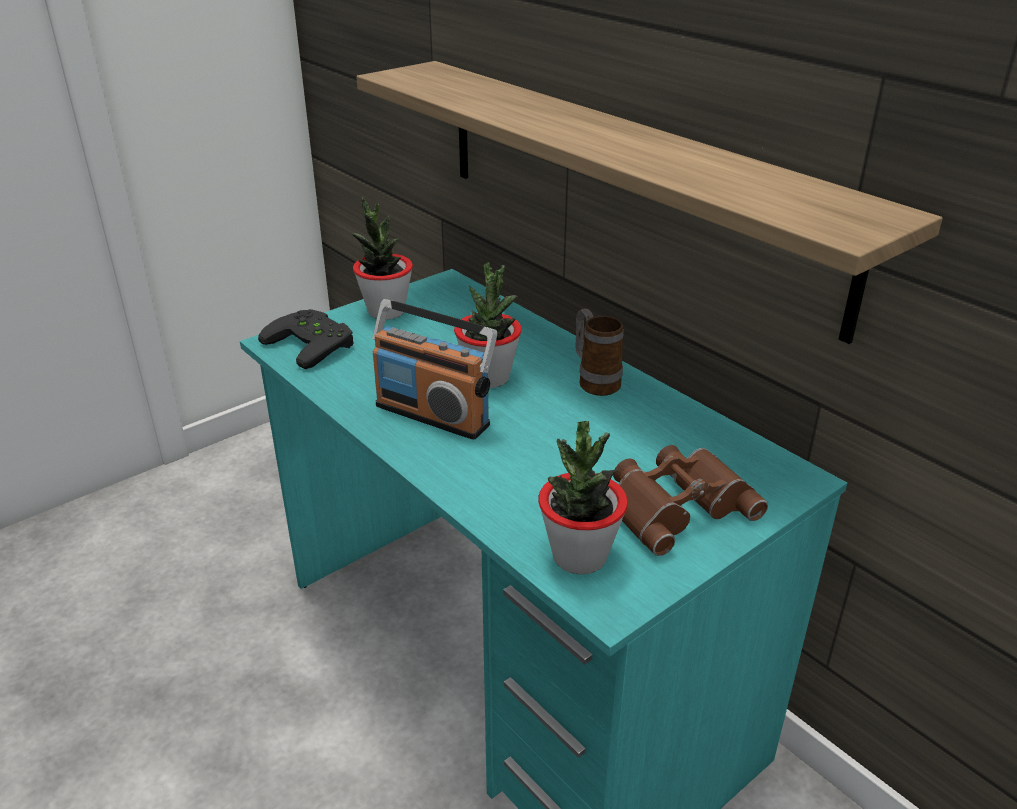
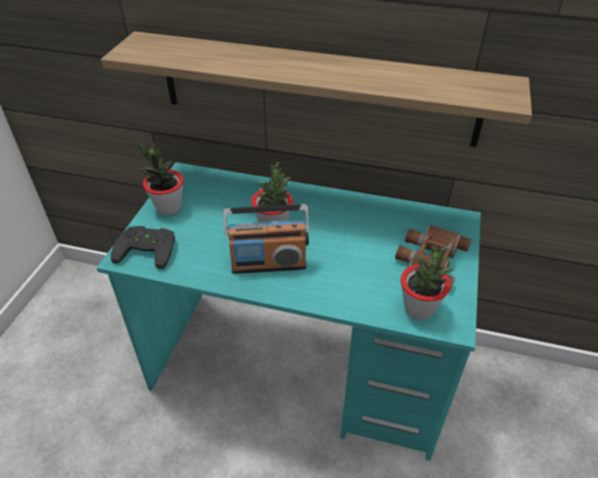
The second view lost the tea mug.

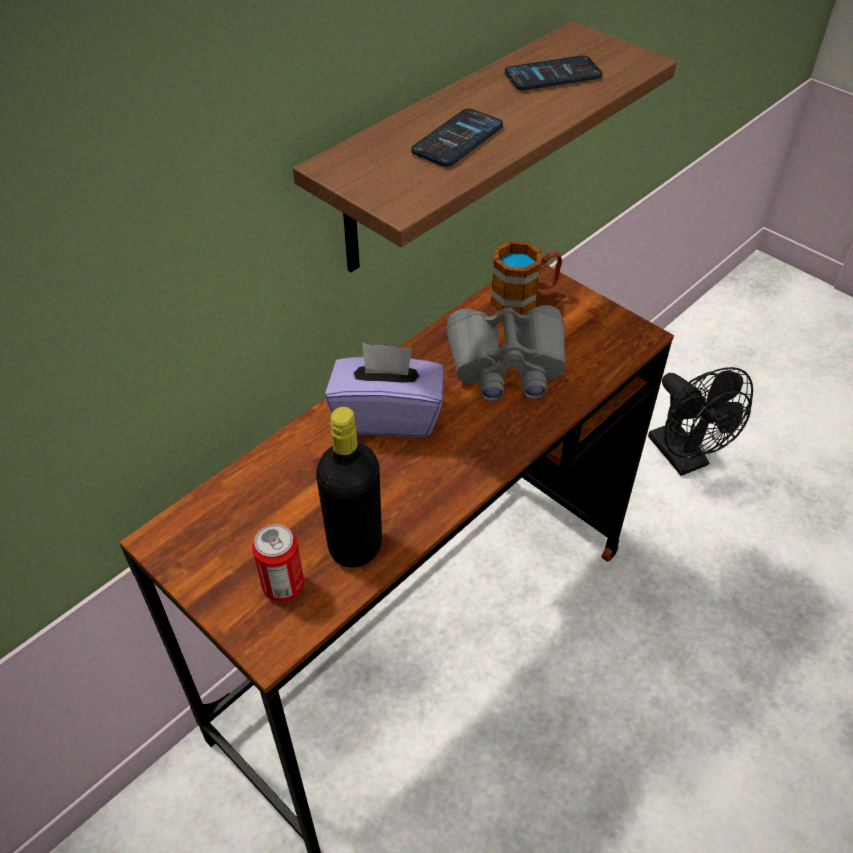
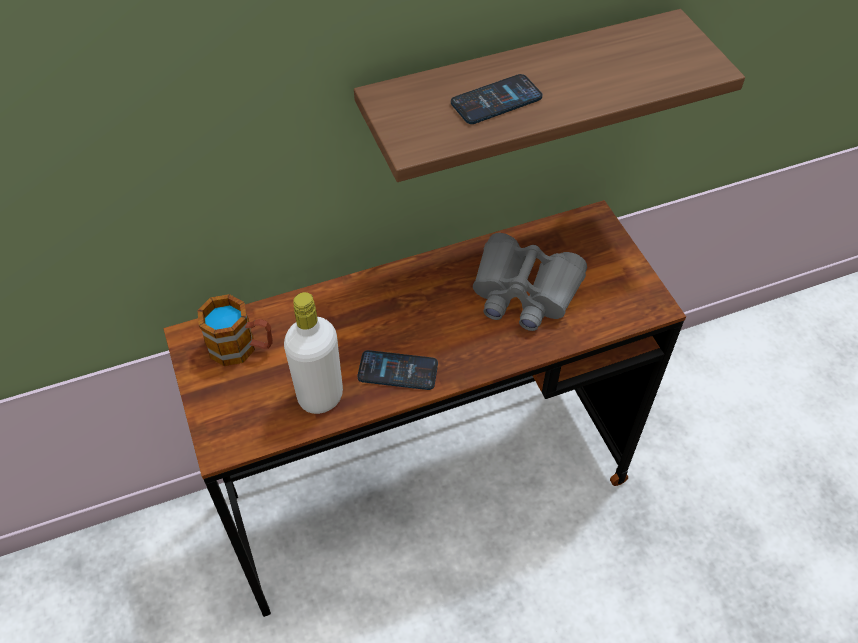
The second view lost the sealed can. What was the blackish bottle turned into the whitish bottle. The second view lost the purplish tissue box. The tea mug ended up elsewhere. The phone (2nd from left in the first image) ended up elsewhere. The second view lost the blackish cooling fan.

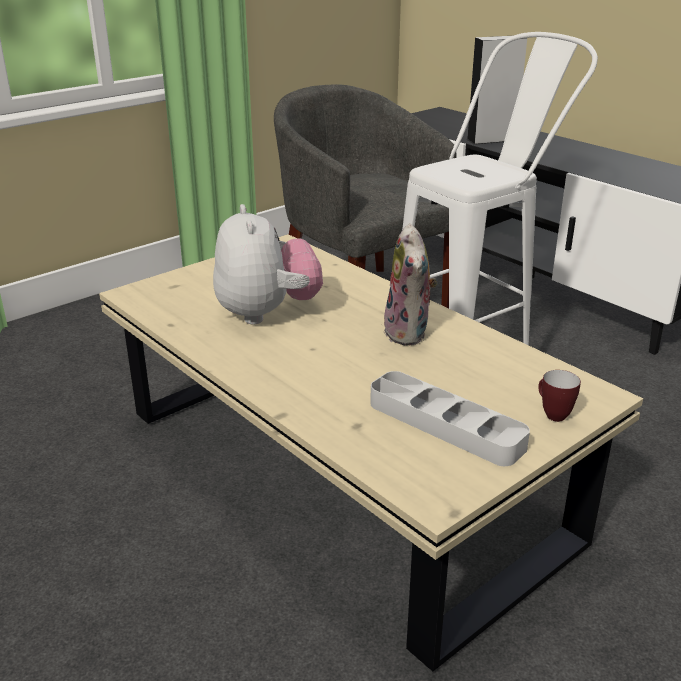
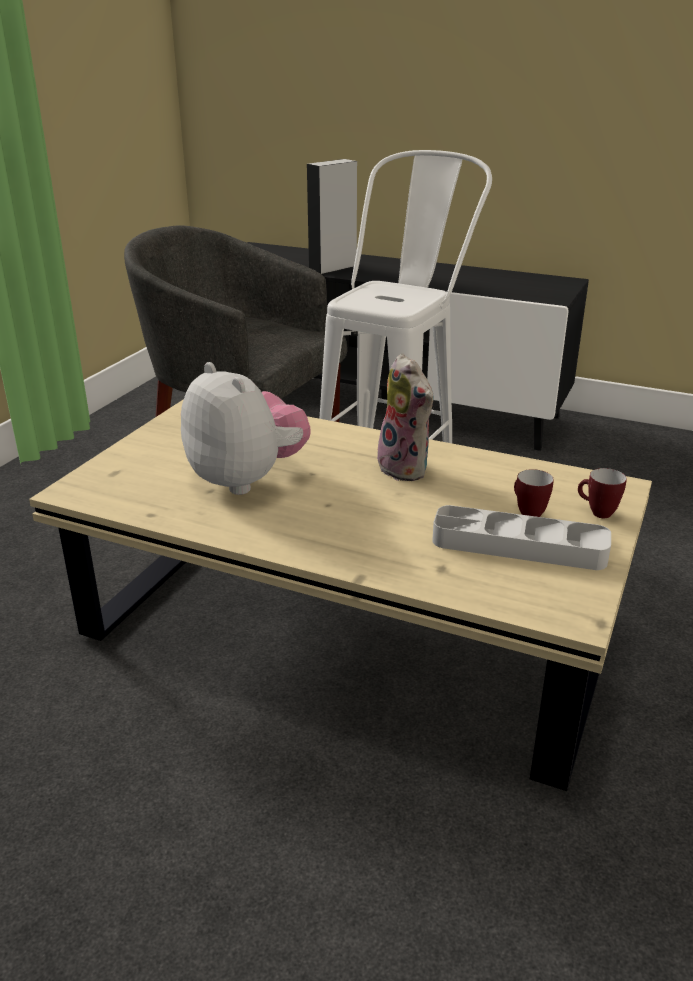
The second view gained the tea mug (1st from left).

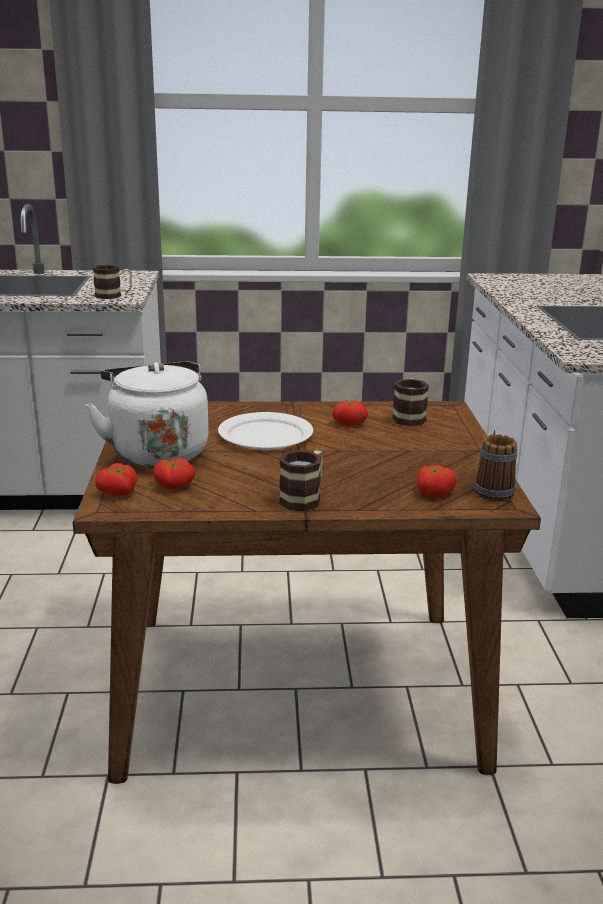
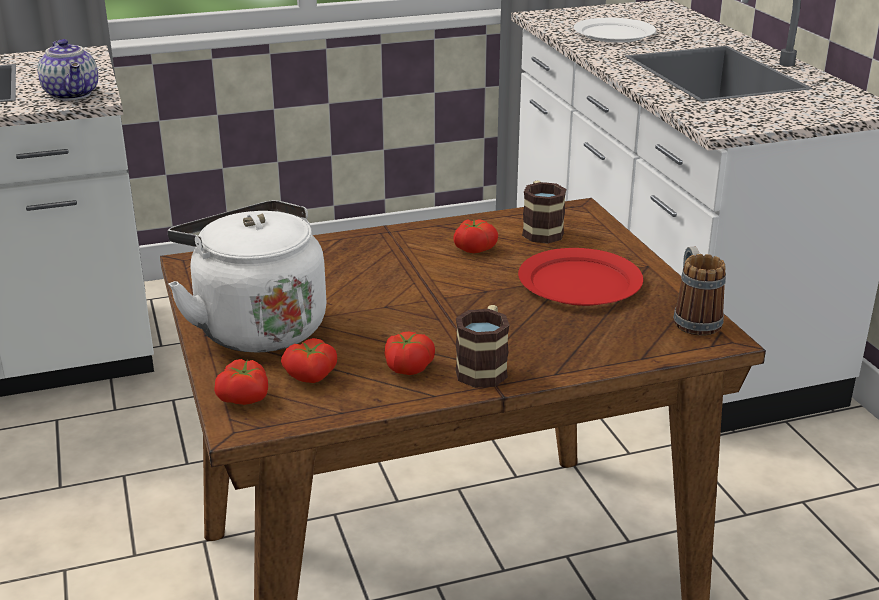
Where the tea mug (1st from left) stood, the pot for tea came to stand. The whitish plate ended up elsewhere. The tomato (4th from left in the first image) ended up elsewhere. The second view gained the red plate.

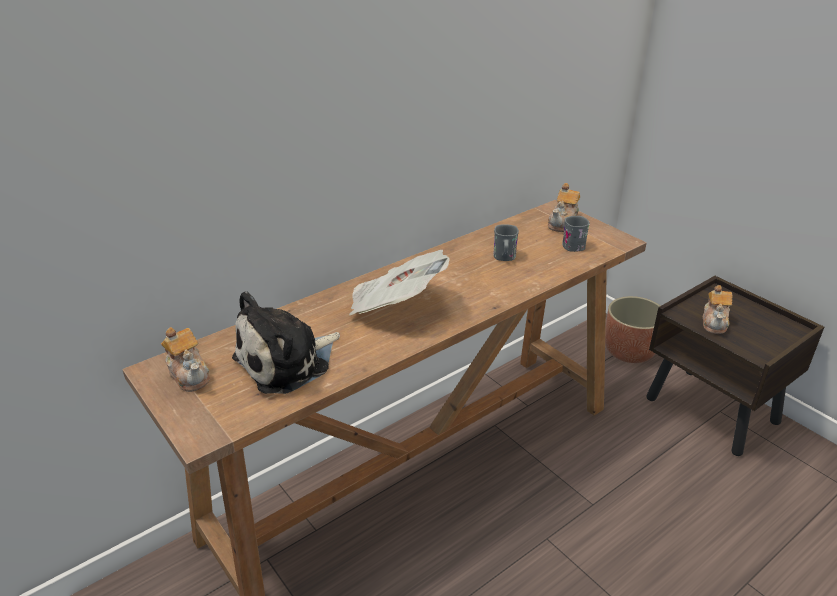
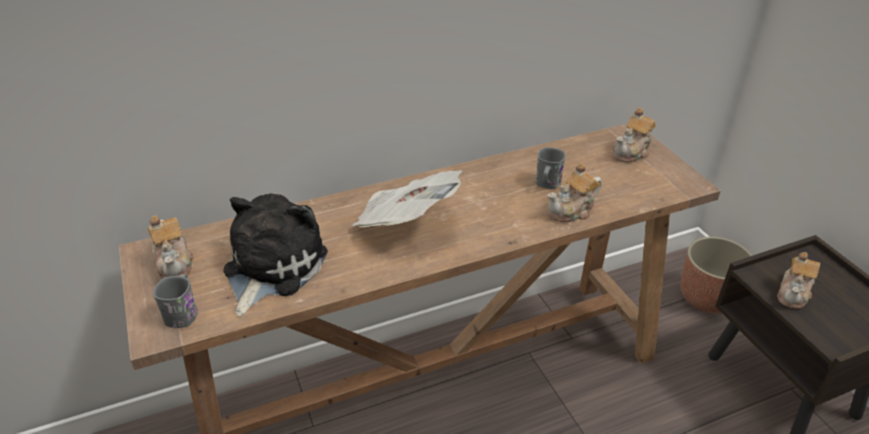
The plush toy ended up facing another way, 135 degrees clockwise from before. The grey tea mug (2nd from left in the first image) ended up elsewhere. The second view gained the pot for tea (2nd from left).

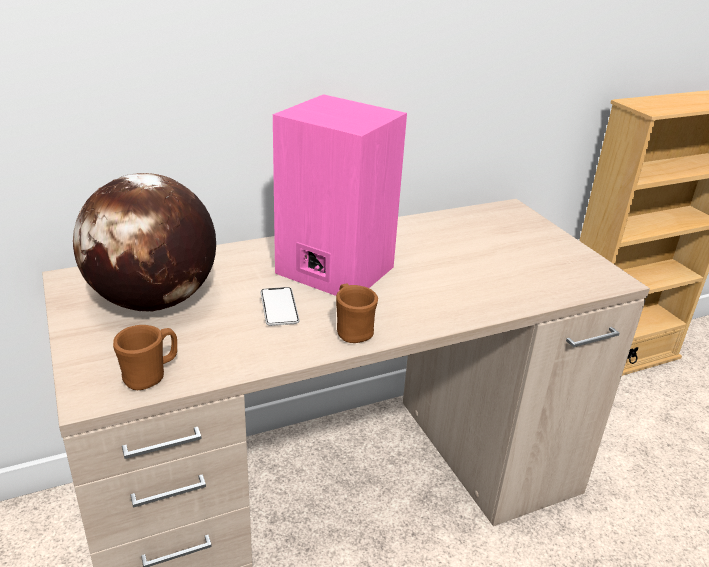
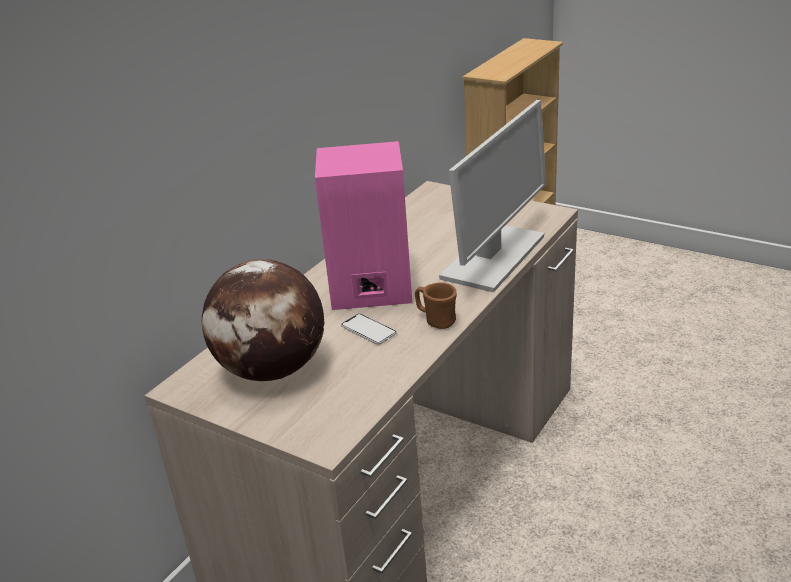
The second view lost the brownish tea mug (1st from left). The second view gained the monitor.

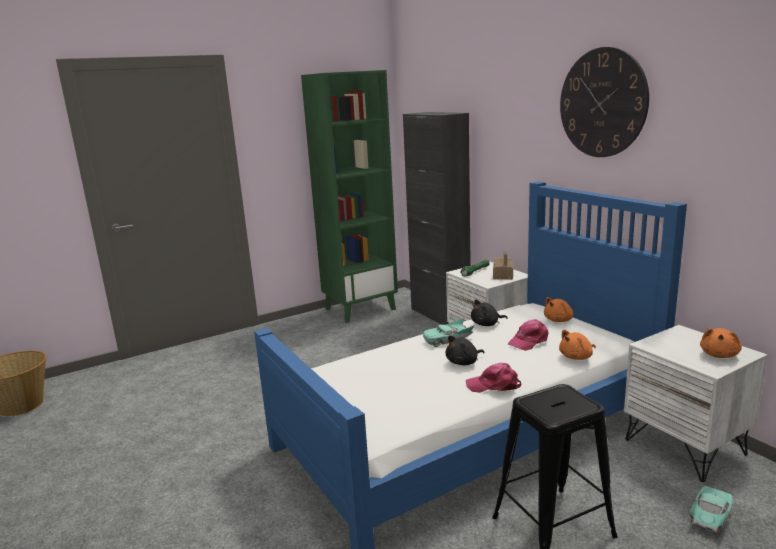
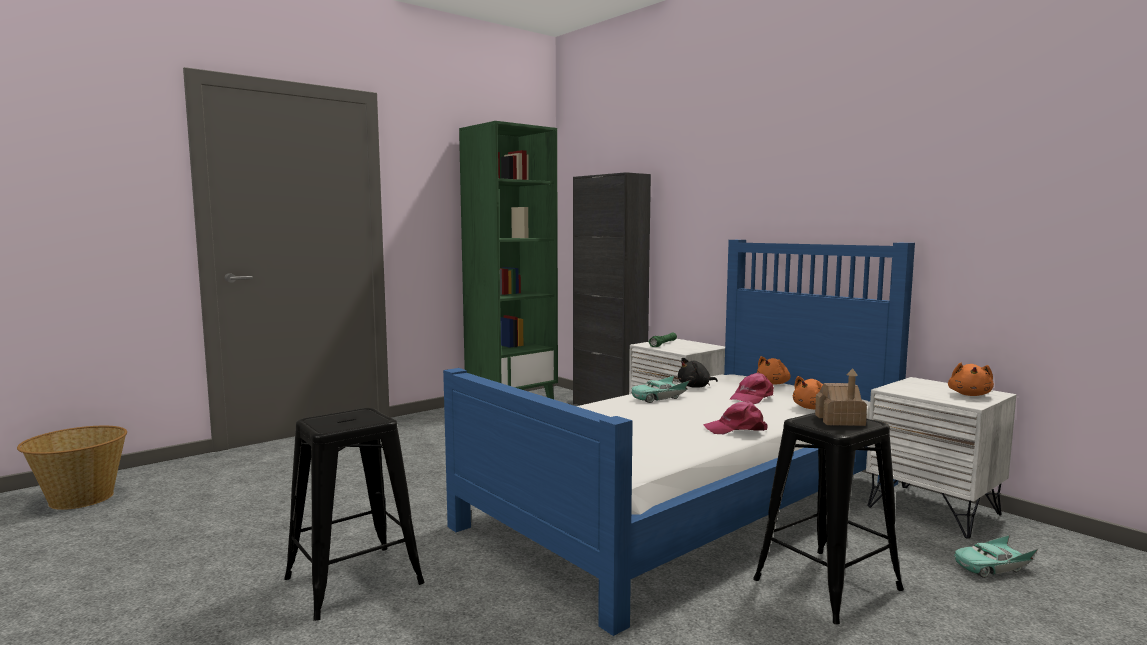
The second view lost the blackish plush toy (1st from left). The toy house ended up elsewhere. The second view lost the clock on the wall. The turquoise-coloured miniature car (2nd from left) ended up facing another way, 135 degrees counterclockwise from before. The second view gained the blackish stool seat (1st from left).

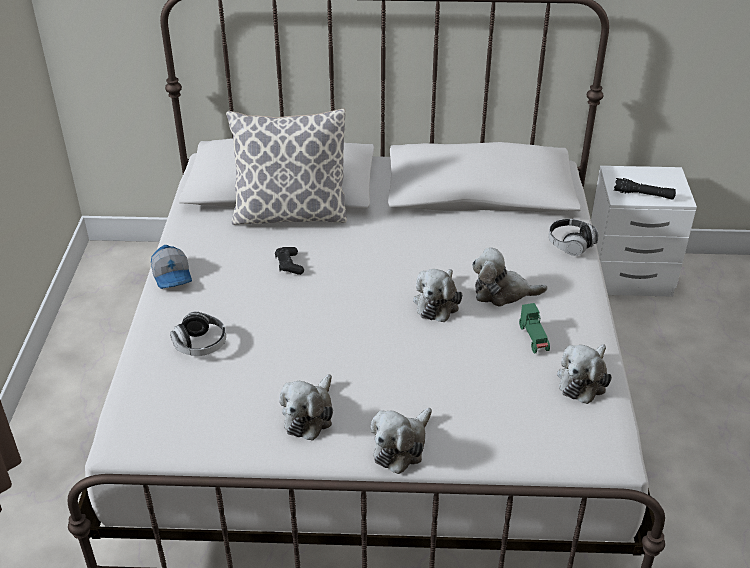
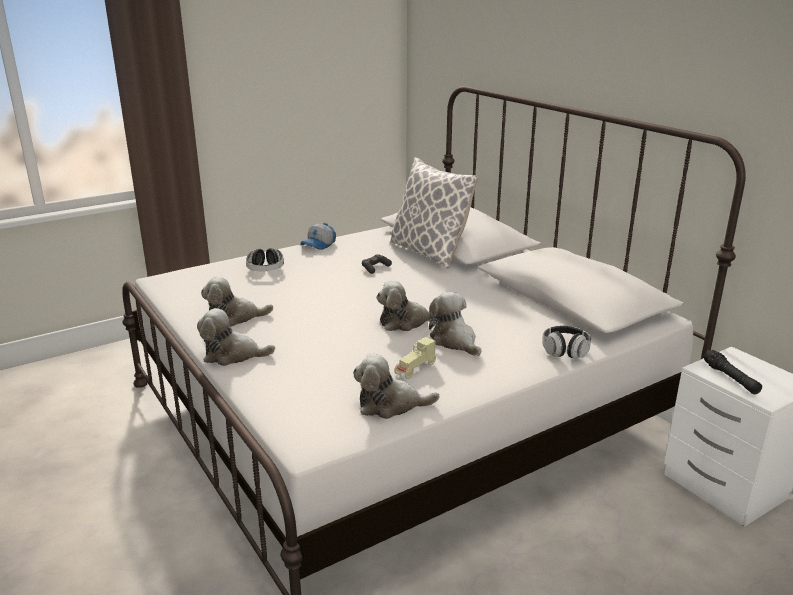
What was the greenish miniature car turned into the sand-coloured miniature car.

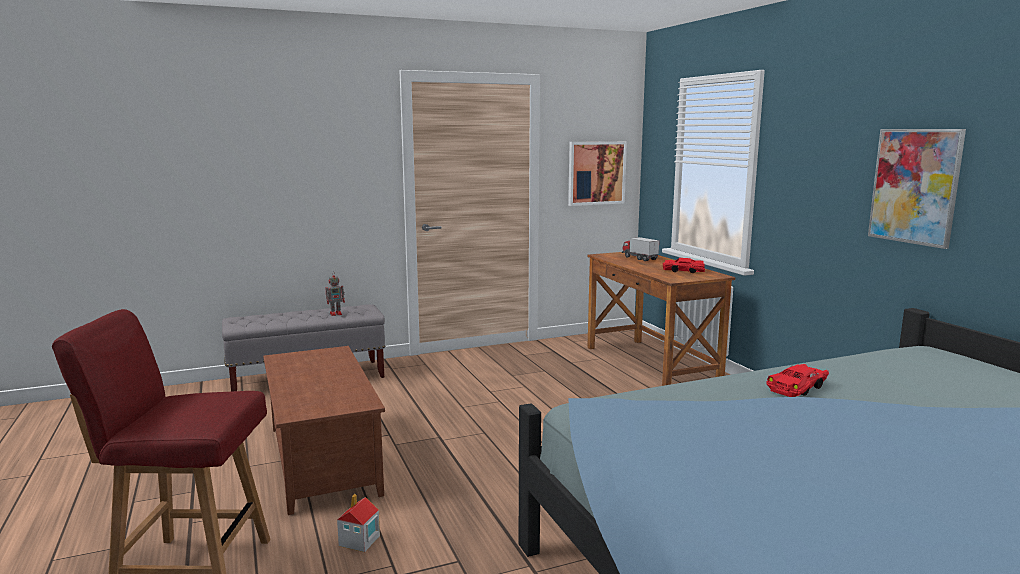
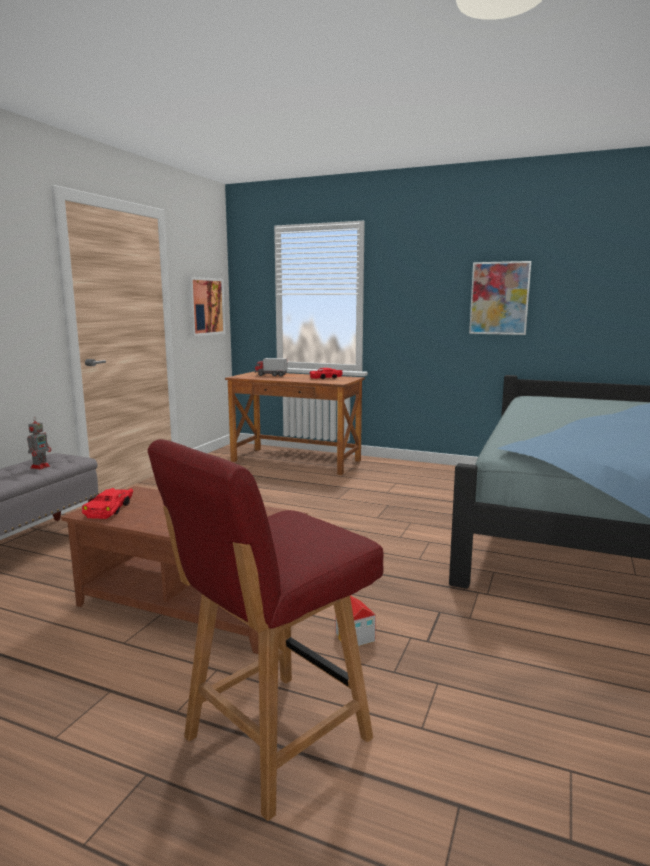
The red miniature car (2nd from left in the first image) ended up elsewhere.

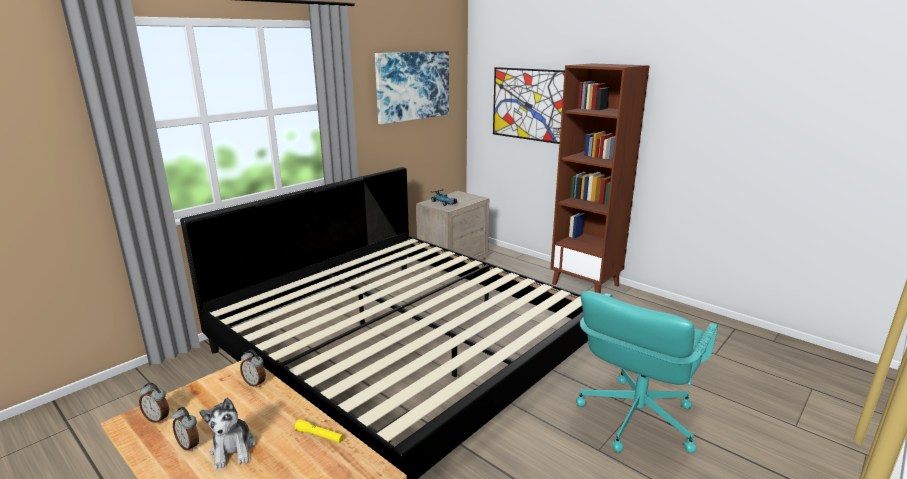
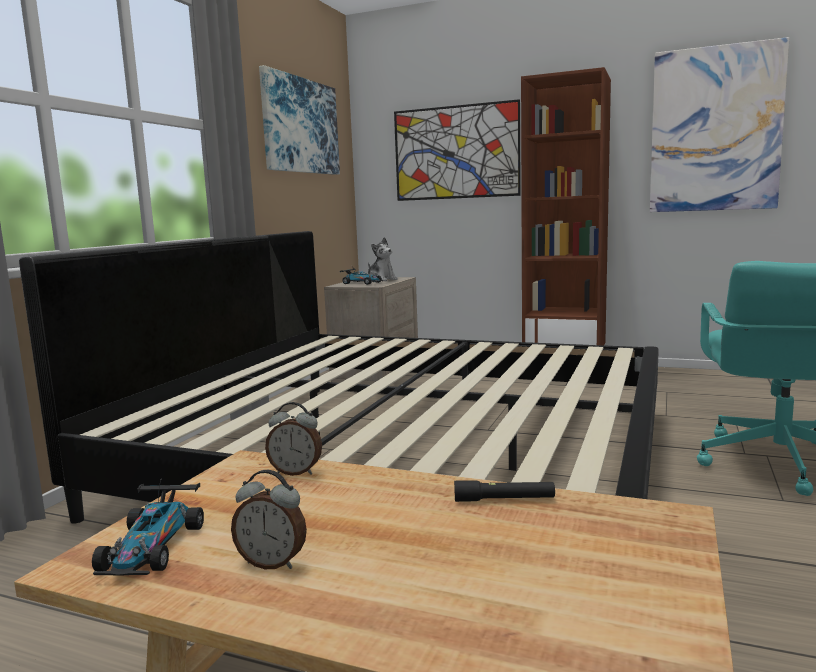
Where the table clock (1st from left) stood, the miniature car (1st from left) came to stand. The plush toy ended up elsewhere. What was the yellow-coloured flashlight turned into the blackish flashlight. The second view gained the wall art (3rd from left).

